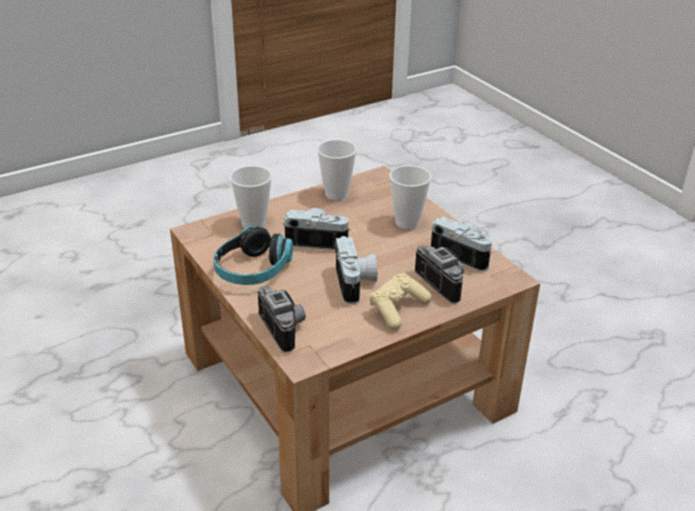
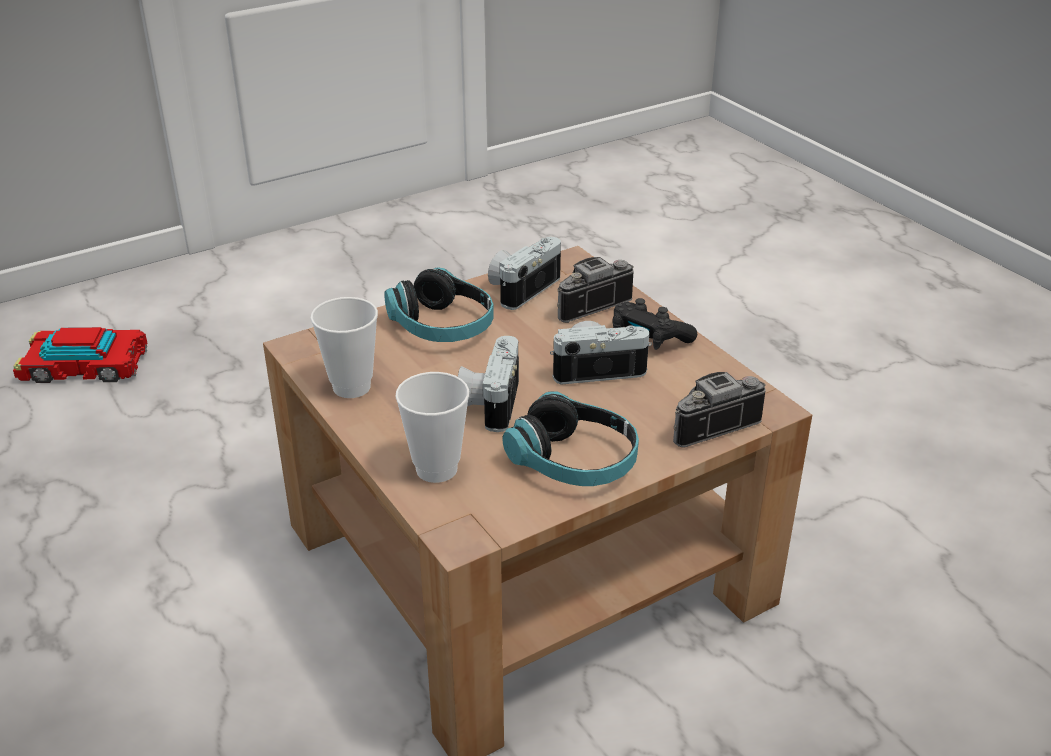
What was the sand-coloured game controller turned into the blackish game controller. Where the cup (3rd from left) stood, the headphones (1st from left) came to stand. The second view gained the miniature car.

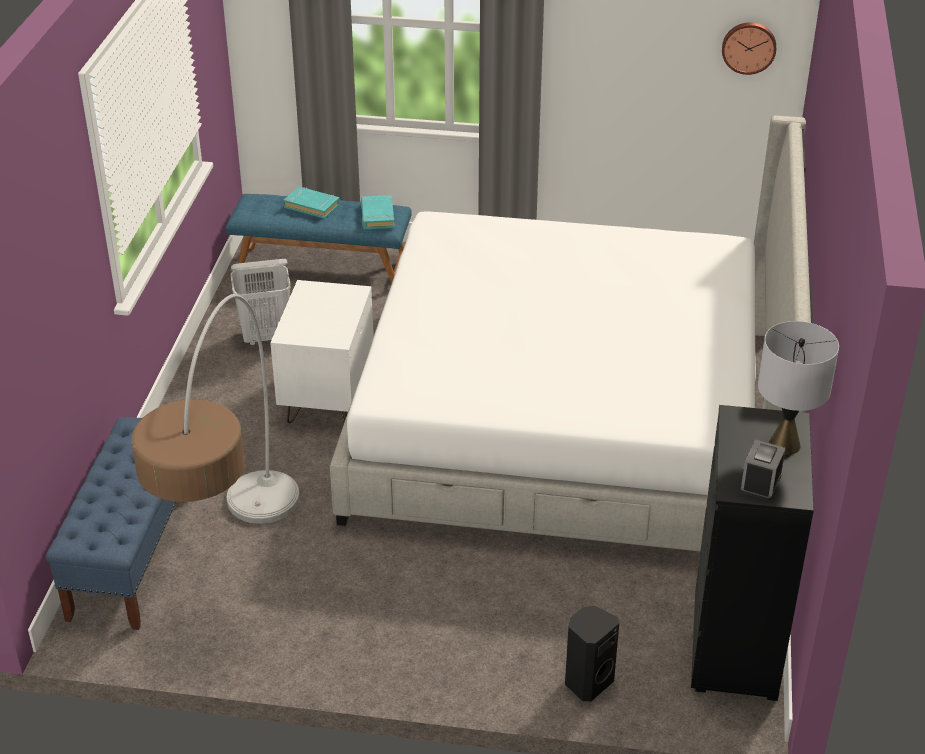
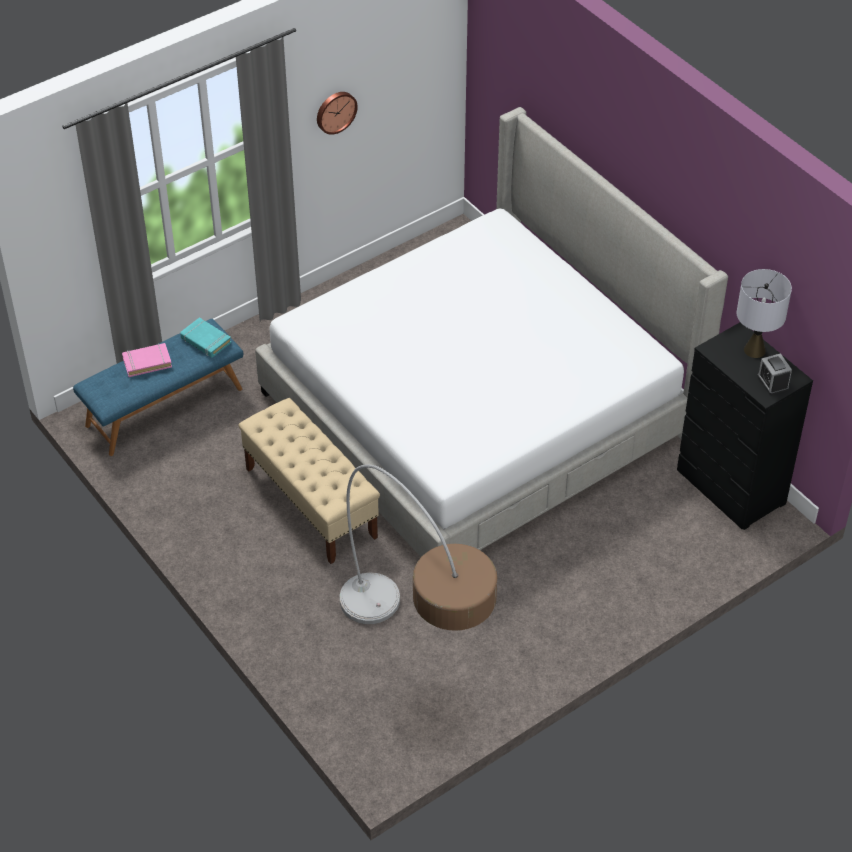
The second view lost the bluish indoor bench (1st from left). The second view lost the whitish washing basket. Where the whitish night table stood, the sand-coloured indoor bench came to stand. What was the turquoise-coloured book (1st from left) turned into the pinkish book. The second view lost the blackish audio speaker. The clock on the wall ended up elsewhere.

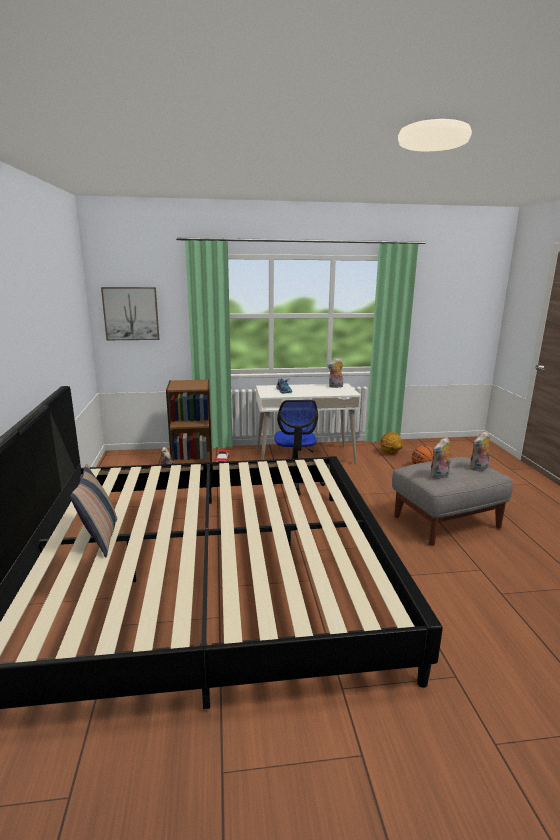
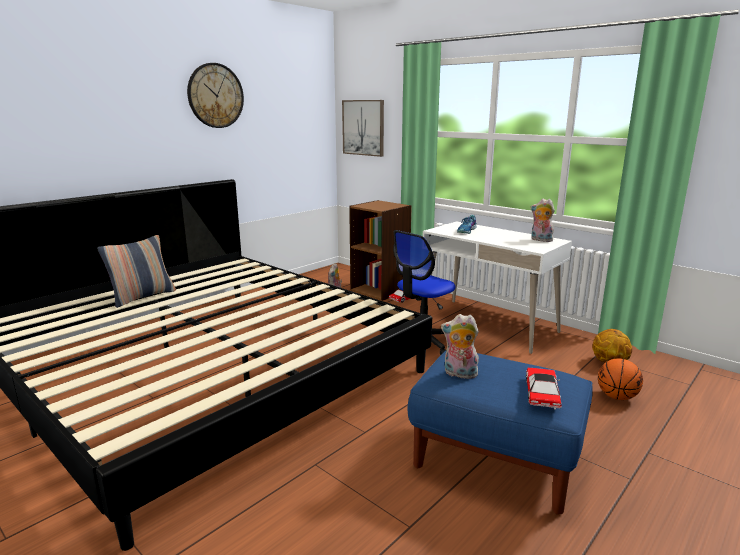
What was the grey footrest turned into the bluish footrest. Where the plush toy (4th from left) stood, the miniature car (2nd from left) came to stand. The second view gained the clock on the wall.

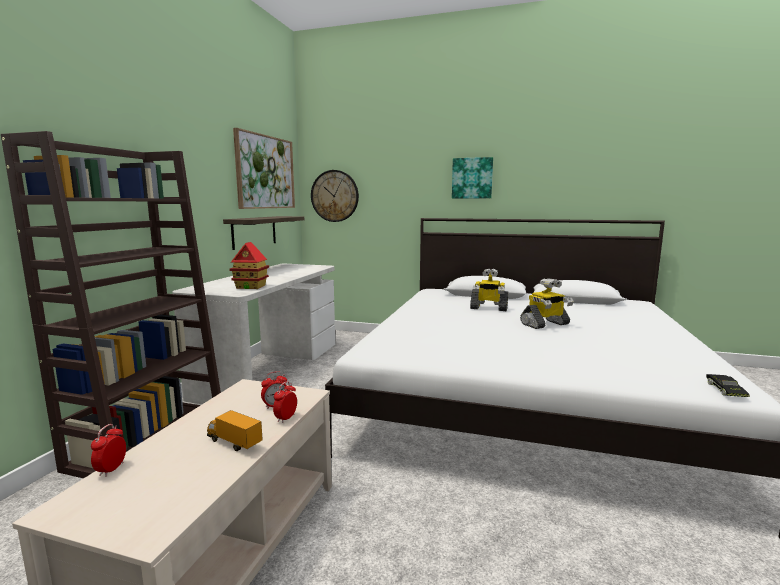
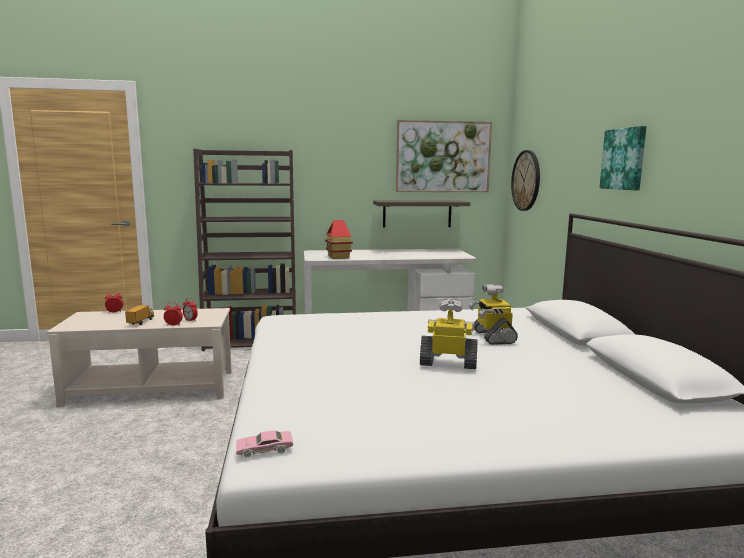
The toy robot (2nd from left in the first image) ended up facing another way, 150 degrees clockwise from before. What was the blackish miniature car turned into the pinkish miniature car.

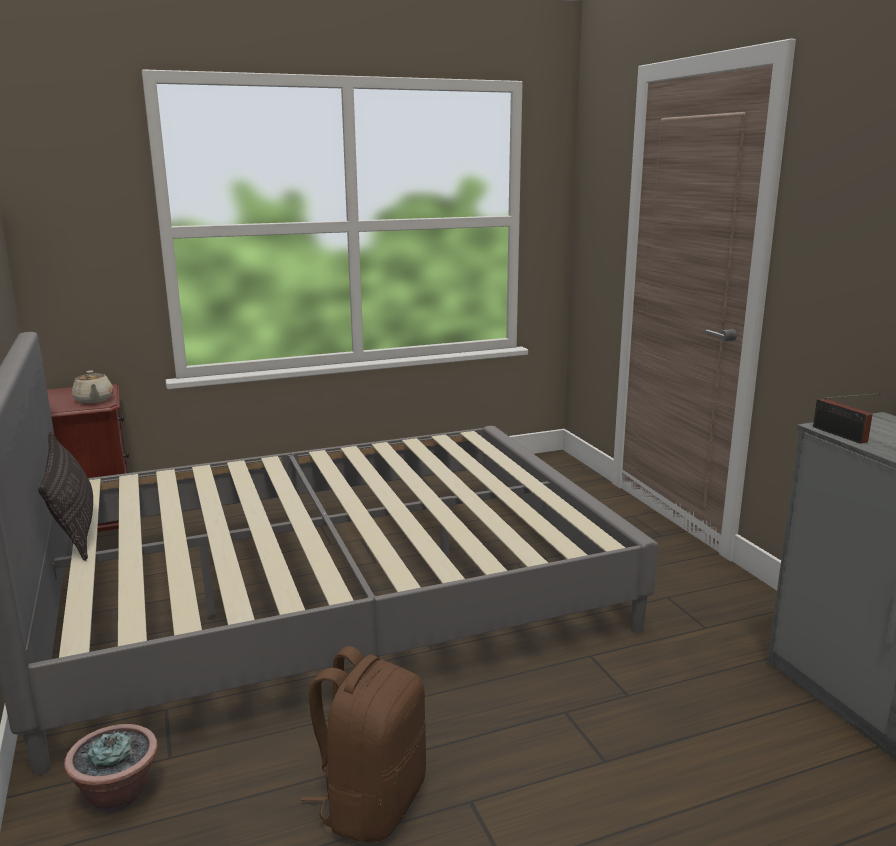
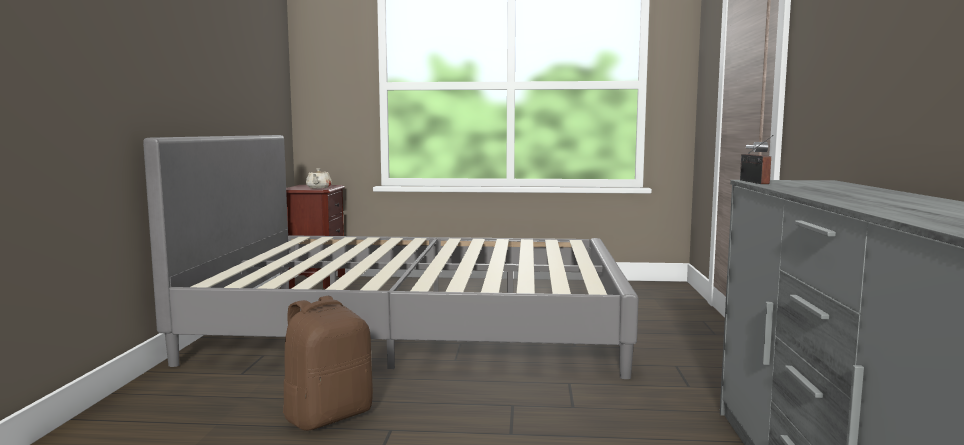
The second view lost the throw pillow. The second view lost the houseplant.

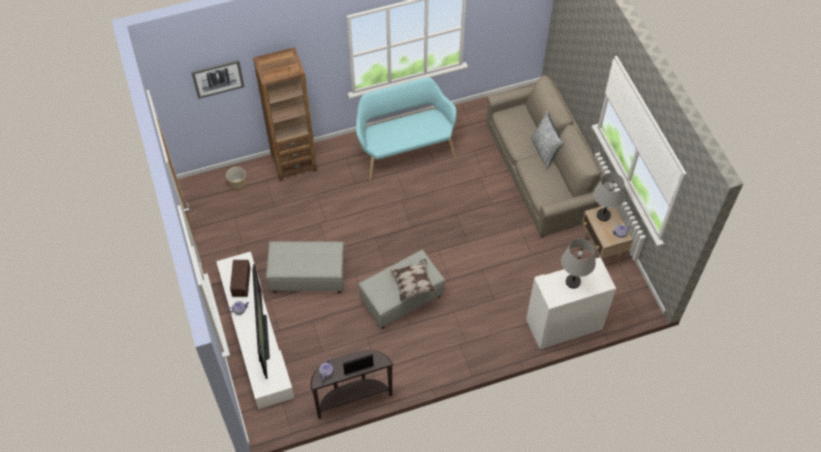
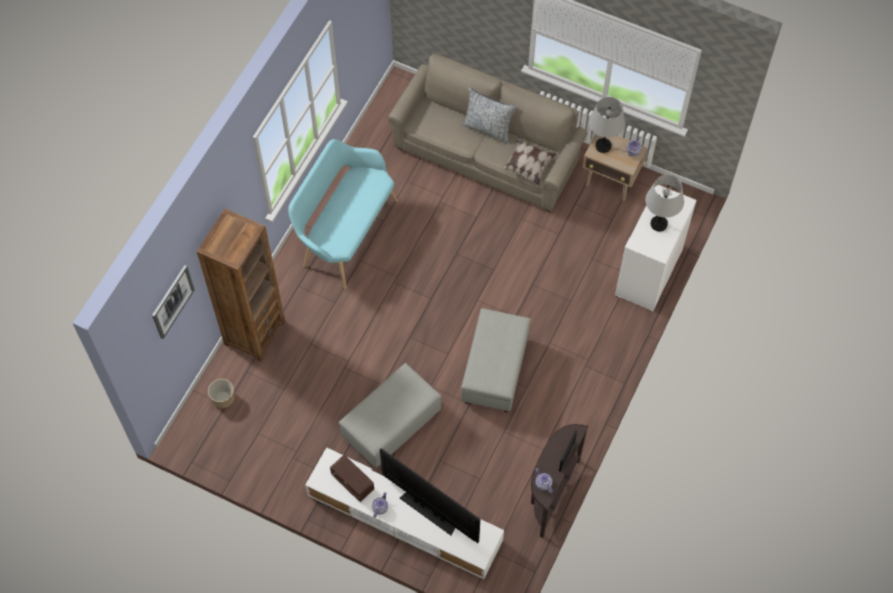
The throw pillow (1st from left in the first image) ended up elsewhere.

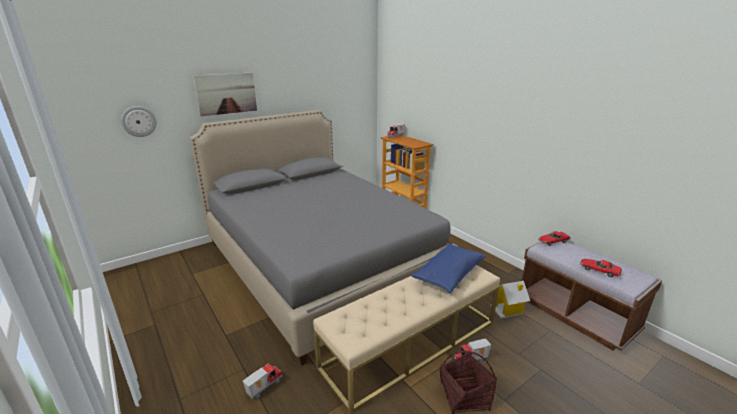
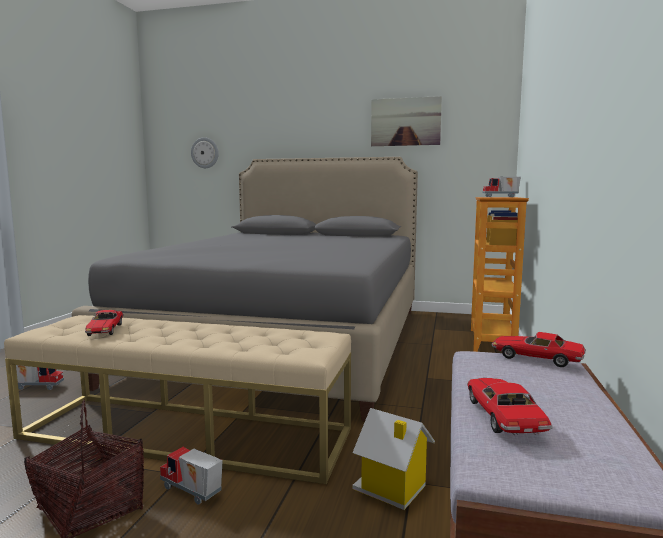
The wall art ended up elsewhere. The second view lost the bluish throw pillow. The second view gained the miniature car (1st from left).

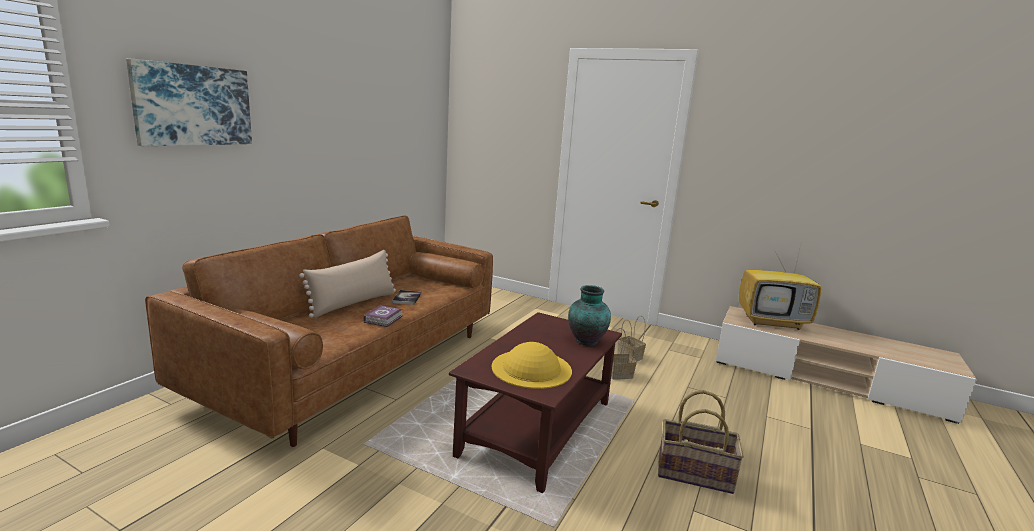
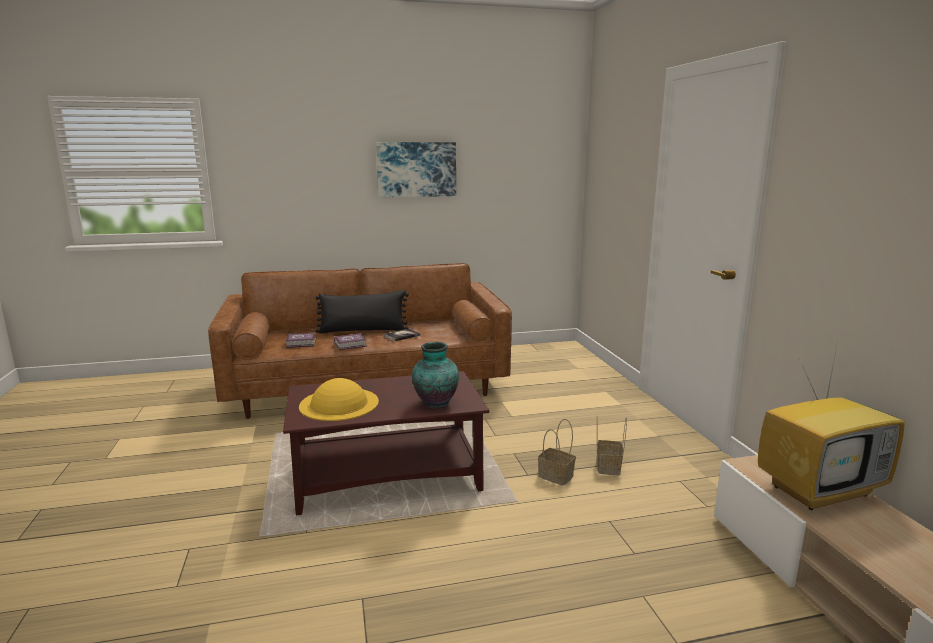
The wall art ended up elsewhere. What was the sand-coloured throw pillow turned into the blackish throw pillow. The second view lost the basket (3rd from left). The television ended up facing another way, 75 degrees counterclockwise from before. The second view gained the book (1st from left).

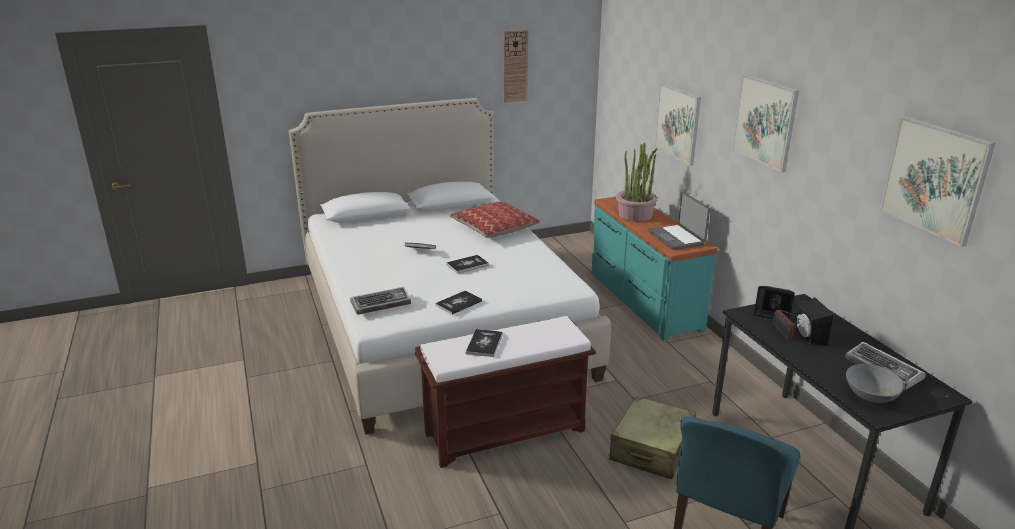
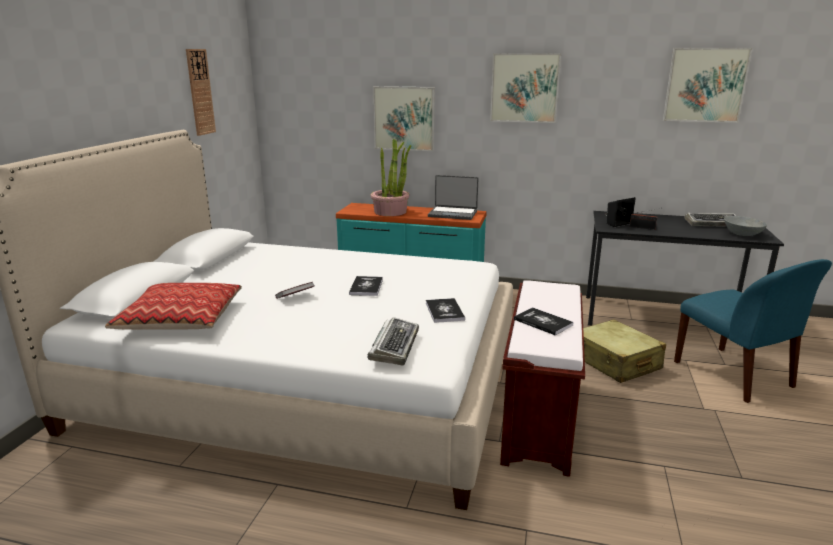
The throw pillow ended up elsewhere. The second view lost the blackish audio speaker (2nd from left).

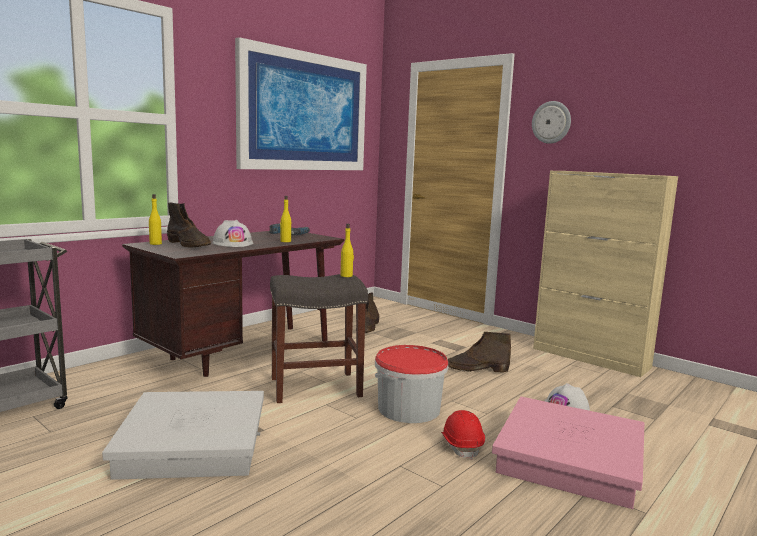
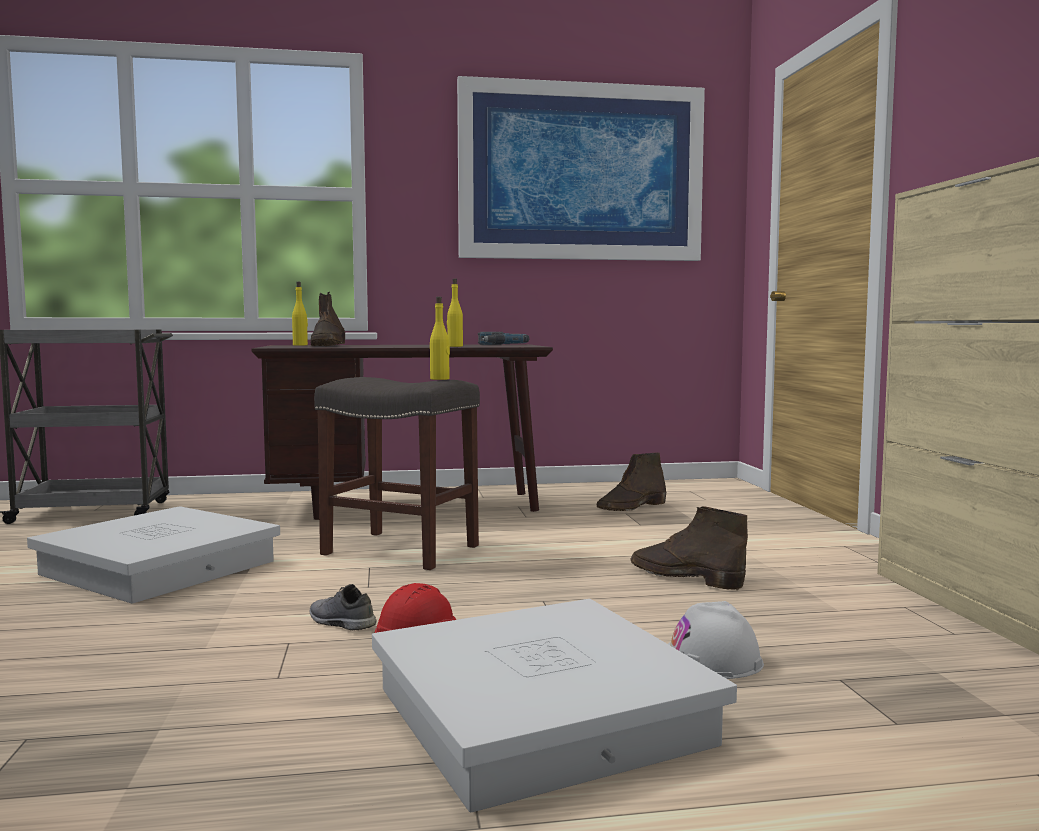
The second view lost the whitish hard hat (1st from left). The second view lost the pail. What was the pinkish storage bin turned into the whitish storage bin (2nd from left). The second view lost the clock on the wall. The second view gained the grey item of footwear.

